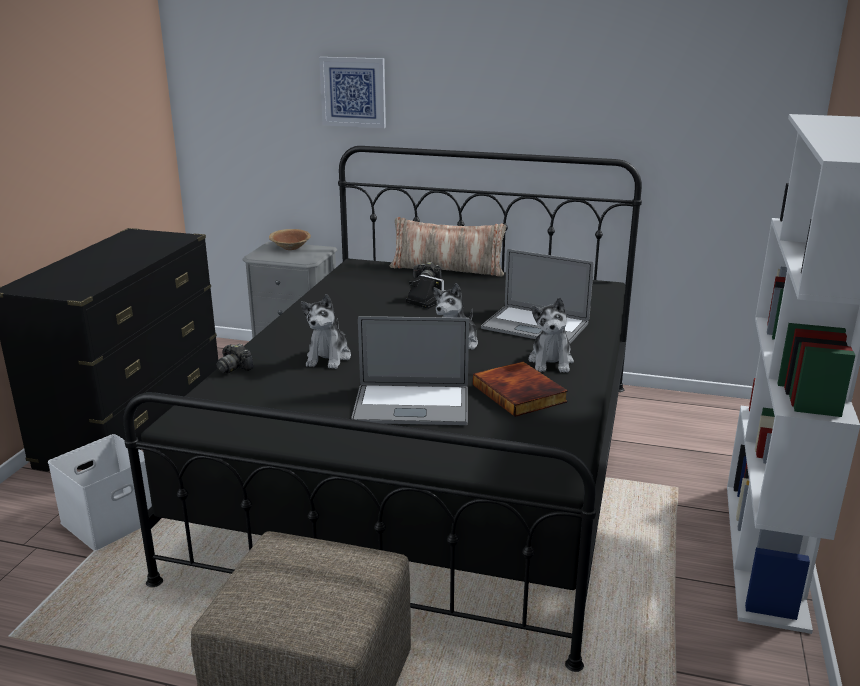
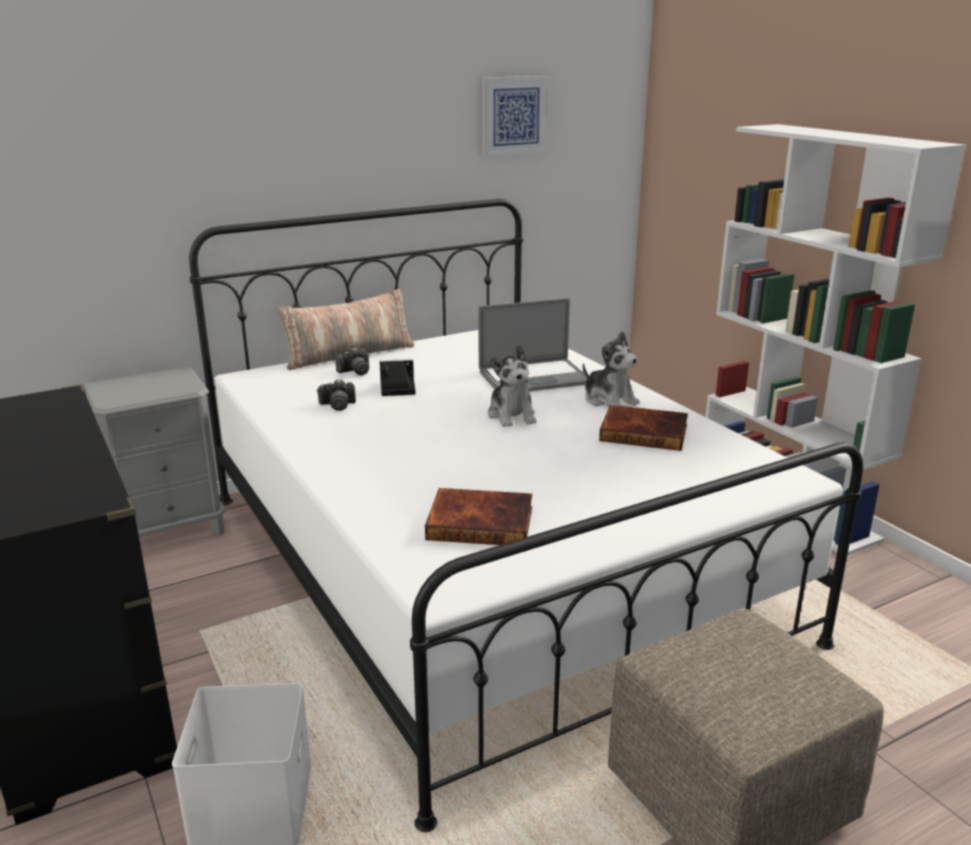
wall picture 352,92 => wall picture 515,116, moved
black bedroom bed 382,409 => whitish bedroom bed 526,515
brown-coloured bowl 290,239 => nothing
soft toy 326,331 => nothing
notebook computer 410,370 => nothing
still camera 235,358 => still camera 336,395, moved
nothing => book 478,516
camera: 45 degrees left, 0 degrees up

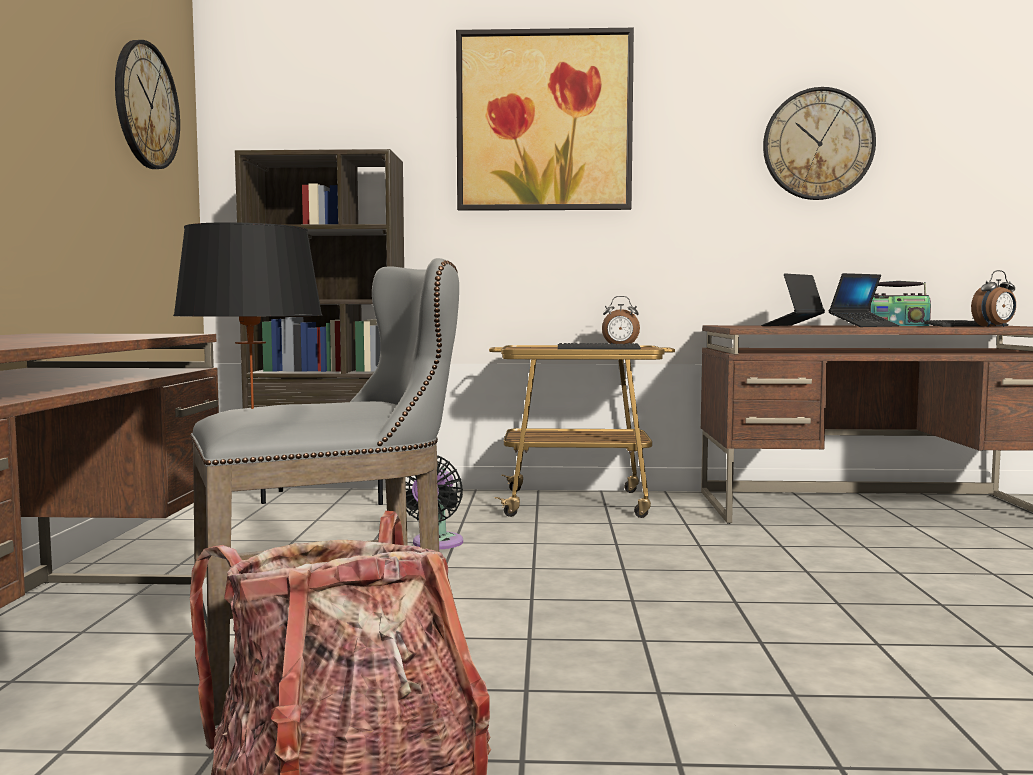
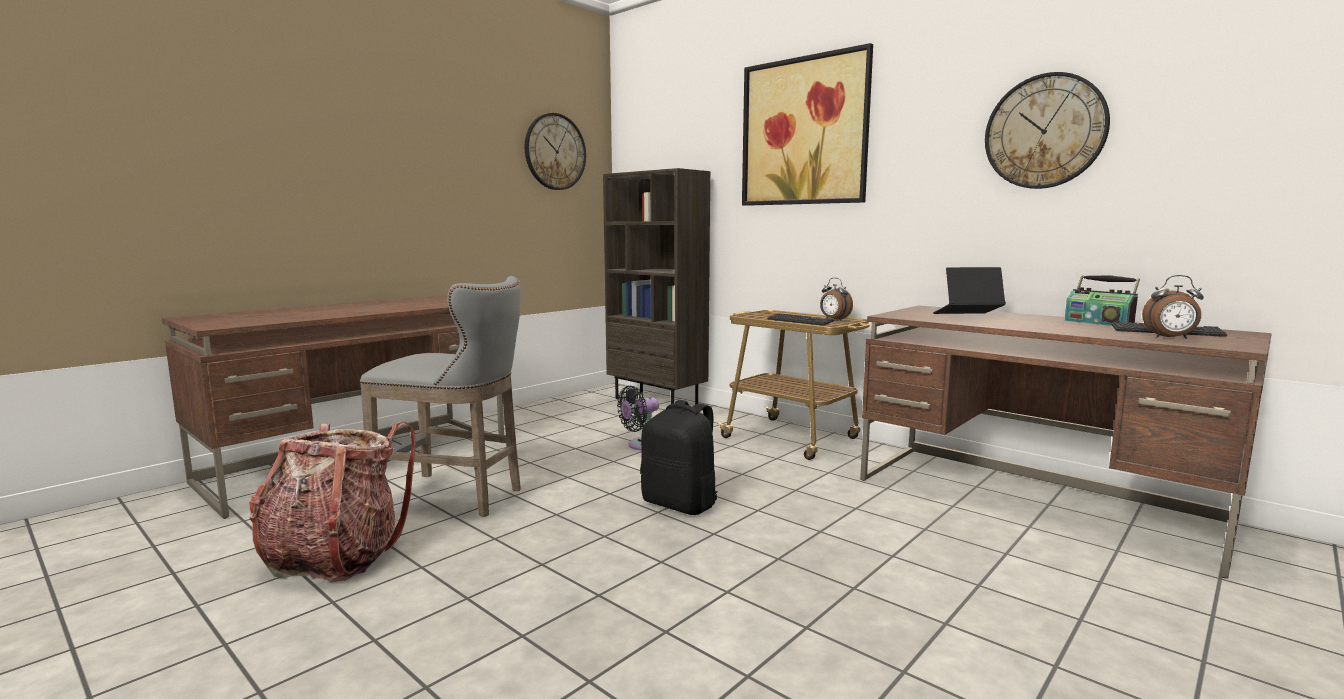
black table lamp 248,315 => nothing
notebook computer 863,300 => nothing
nothing => black rucksack 678,457
camera: 40 degrees right, 5 degrees up

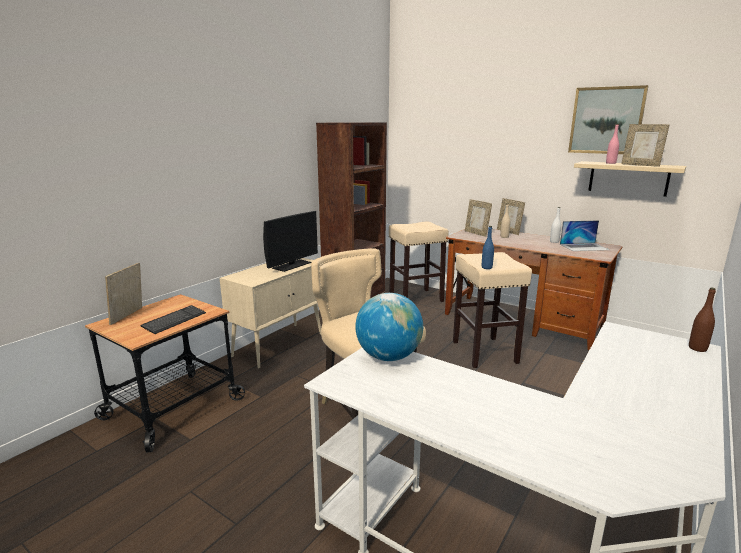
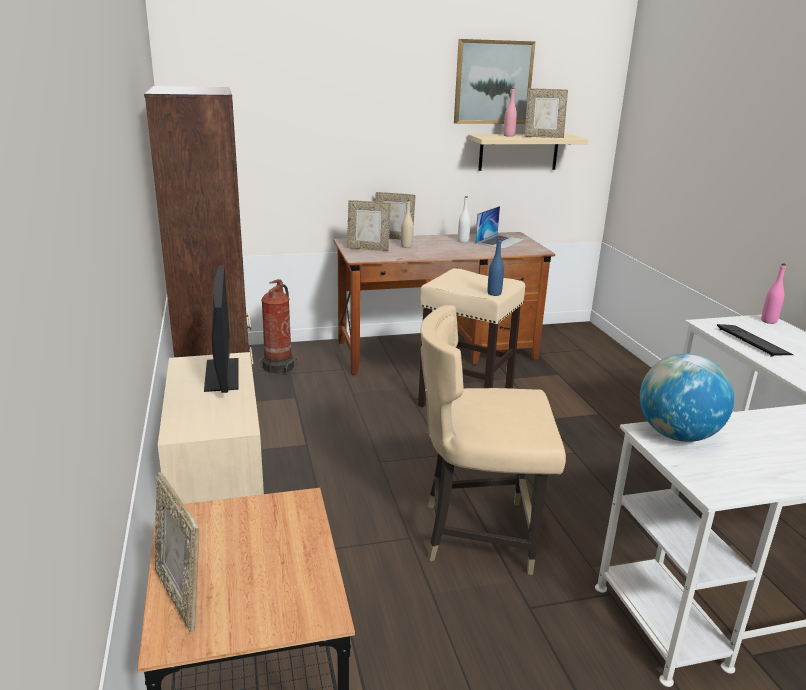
beige-coloured stool seat 419,262 => fire extinguisher 277,327
brown-coloured drink bottle 702,319 => pink-coloured drink bottle 773,293
computer keyboard 173,319 => computer keyboard 755,340, moved
camera: 50 degrees left, 5 degrees up

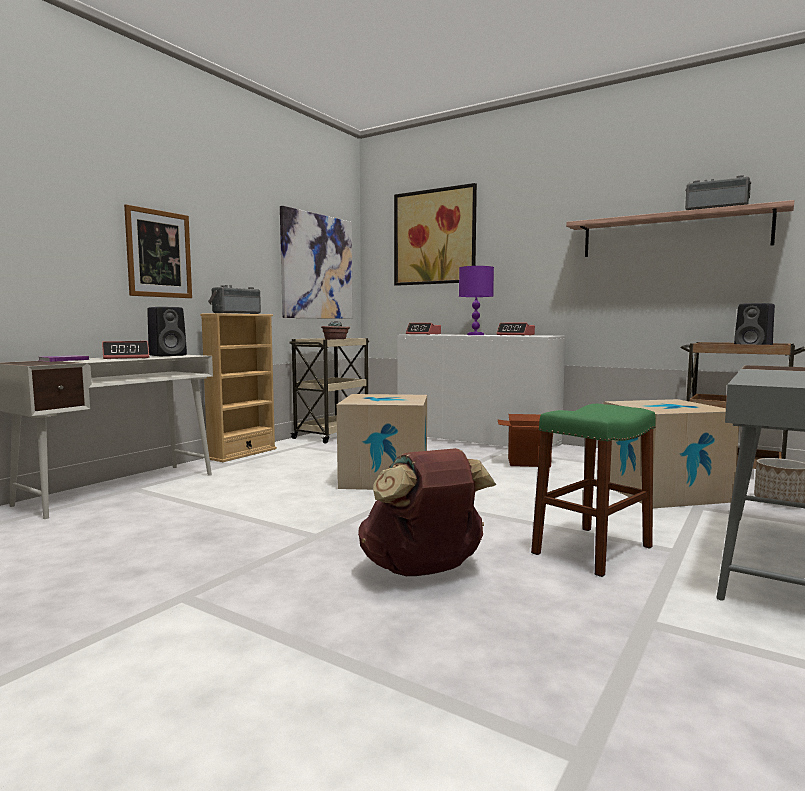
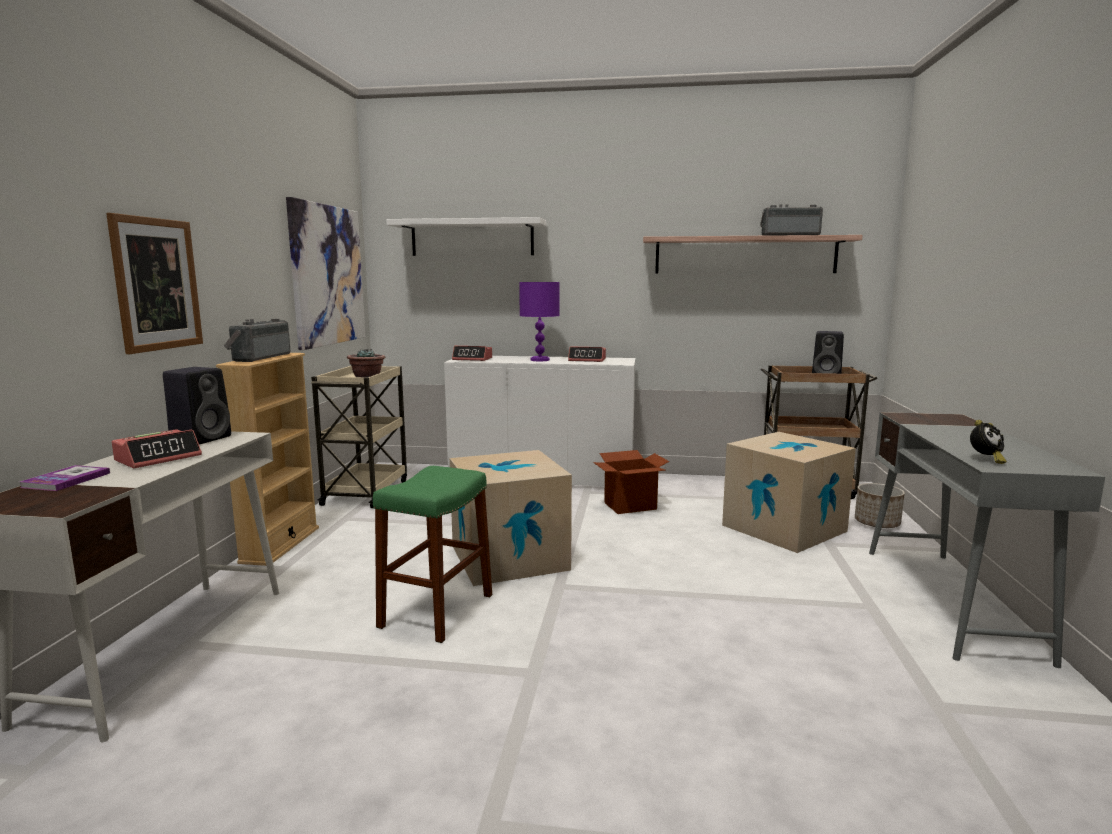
wall picture 435,234 => whitish wall shelf 466,236
green stool seat 593,490 => green stool seat 432,554, moved
brown-coloured rucksack 427,512 => nothing
nothing => bedside clock 988,442
camera: 25 degrees left, 5 degrees up

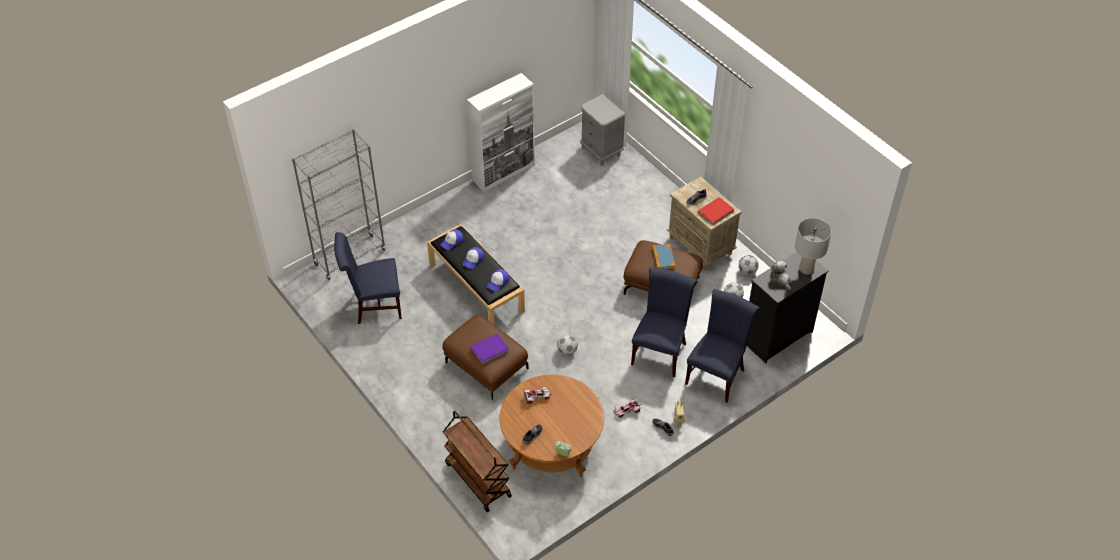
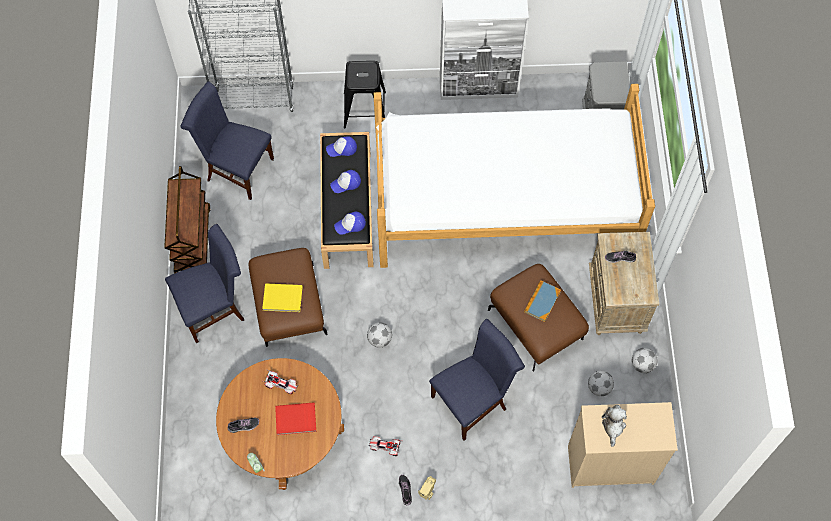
red book 716,211 => red book 295,419, moved
gray table lamp 813,246 => nothing
black dresser 787,307 => beige-coloured dresser 623,445
blue chair 722,345 => blue chair 204,283, moved
purple book 489,349 => yellowish book 282,297
brown-coloured trolley 477,461 => brown-coloured trolley 187,220, moved
nothing => black stool seat 365,94
nothing => bedroom bed 514,176
camera: 35 degrees right, 15 degrees up

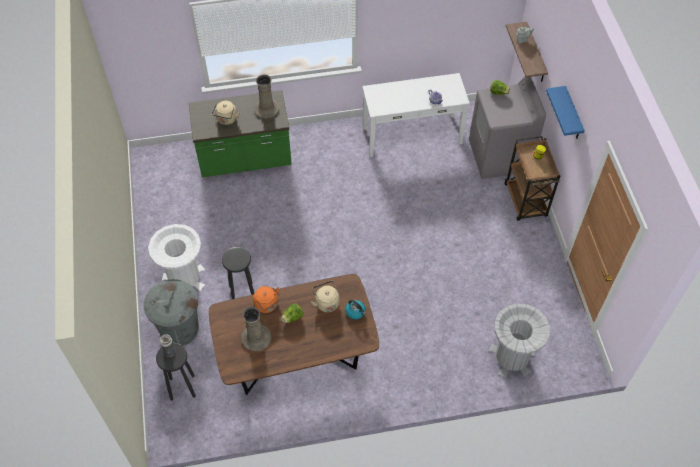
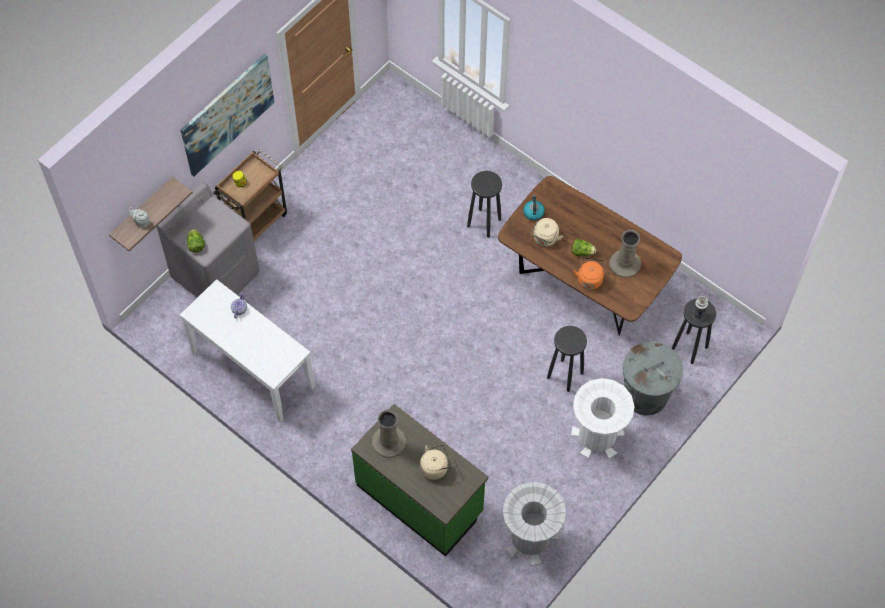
blue wall shelf 565,112 => wall picture 227,115
gray rubbish bin 519,340 => gray rubbish bin 534,523, moved
nothing => black stool seat 484,204
camera: 130 degrees left, 5 degrees up

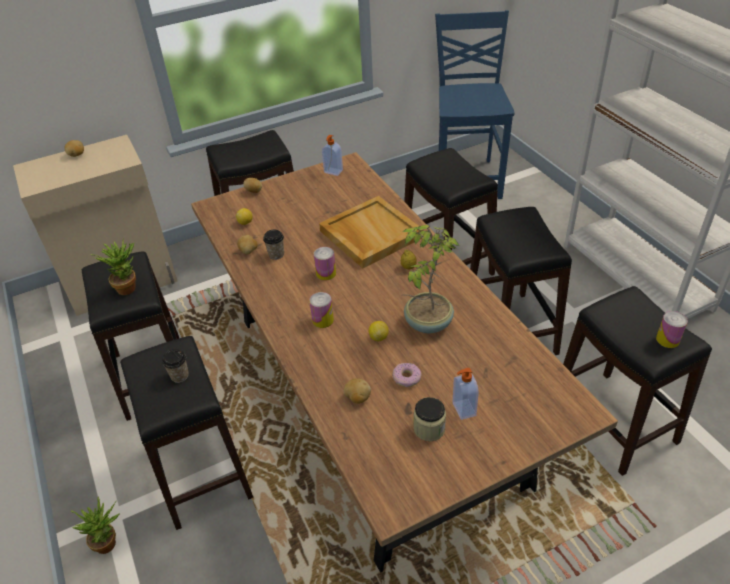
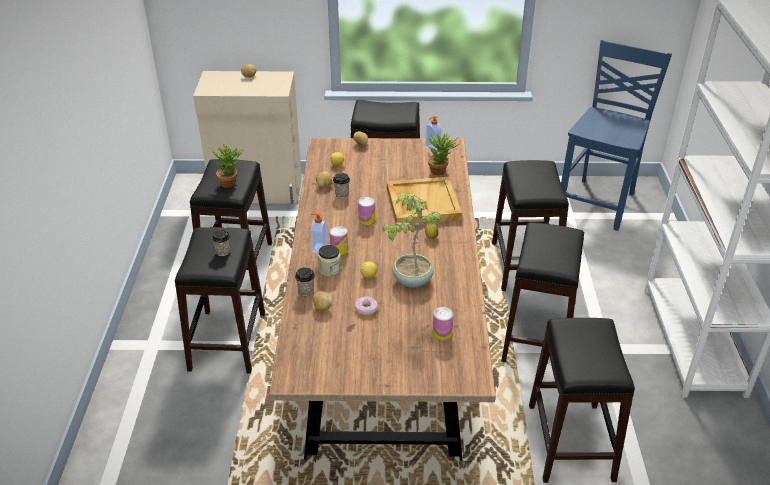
metal can 672,329 => metal can 443,323, moved
liquid soap bottle 465,394 => liquid soap bottle 319,233, moved
storage jar 430,419 => storage jar 329,260, moved
plant in a pot 95,525 => plant in a pot 443,153, moved
nothing => cup 305,281
camera: 25 degrees right, 5 degrees down

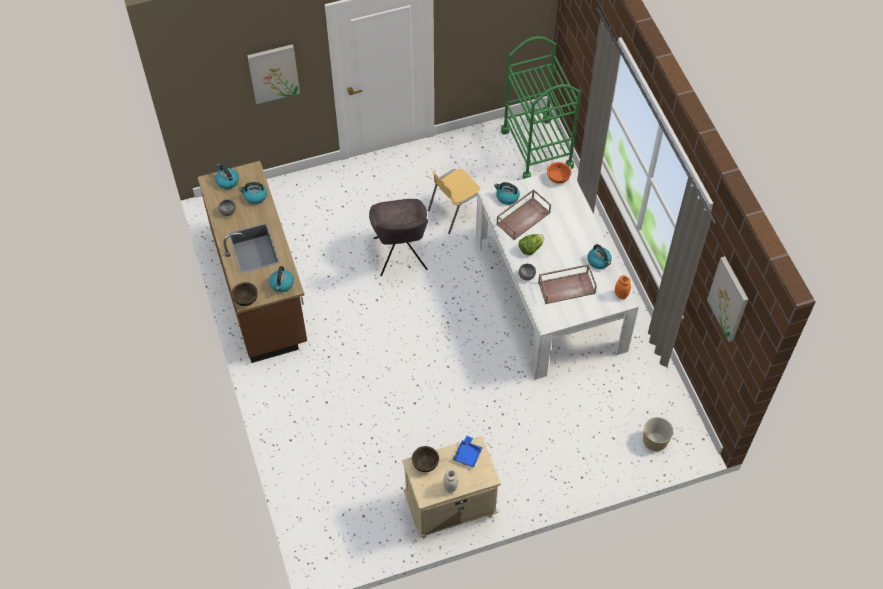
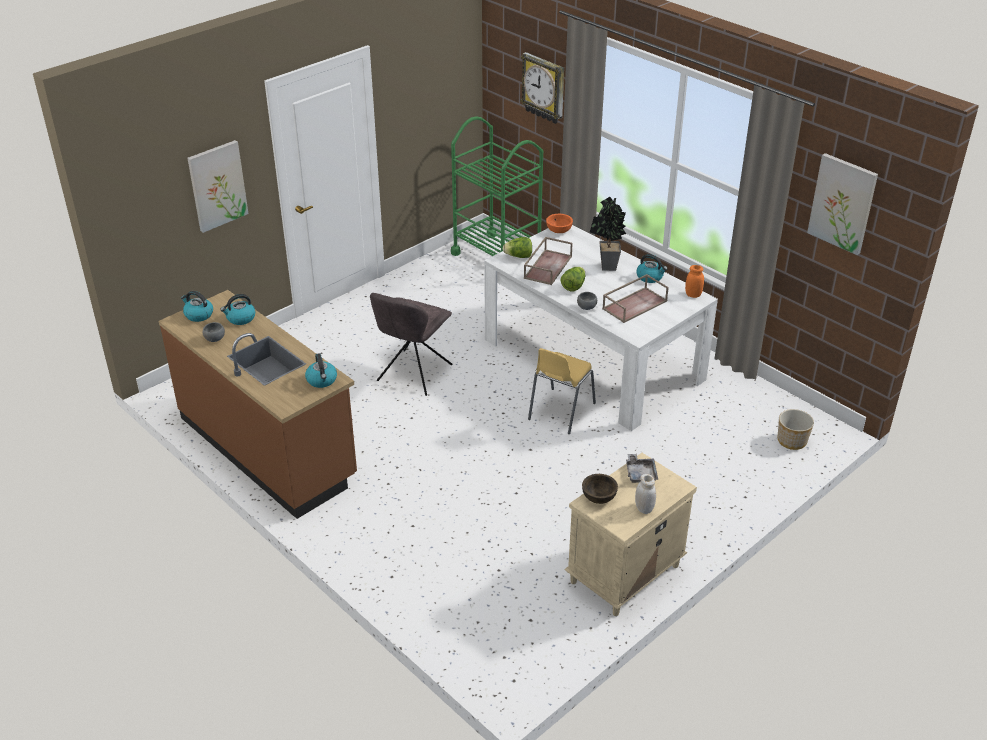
yellowish chair 454,201 => yellowish chair 562,391, moved
water kettle 507,193 => lettuce 517,247
gray chair 398,237 => gray chair 411,344, 60 degrees clockwise
brown-coloured bowl 244,294 => nothing
blue tray 467,451 => gray tray 642,468
nothing => clock on the wall 542,88
nothing => plant in a pot 608,234
camera: 25 degrees left, 20 degrees down

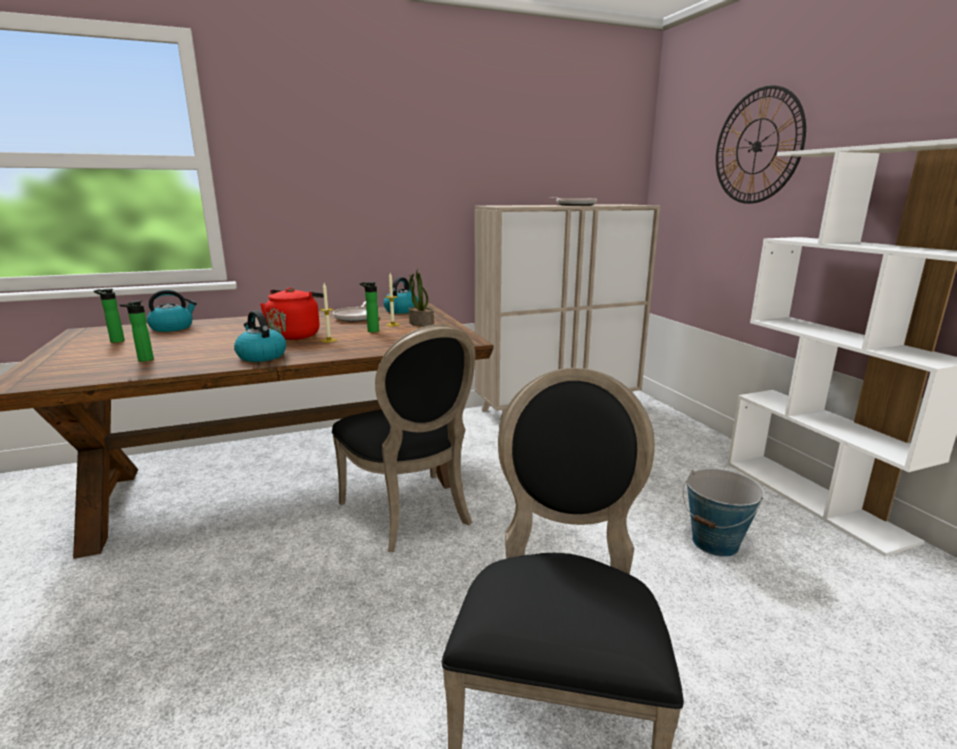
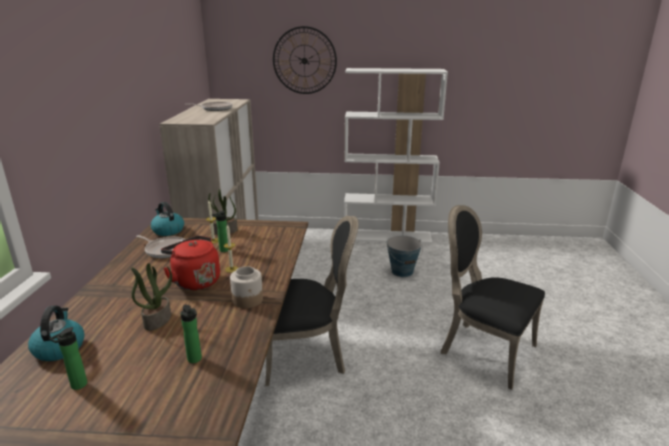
water kettle 260,336 => storage jar 246,287
nothing => plant in a pot 151,297
camera: 65 degrees left, 5 degrees up

